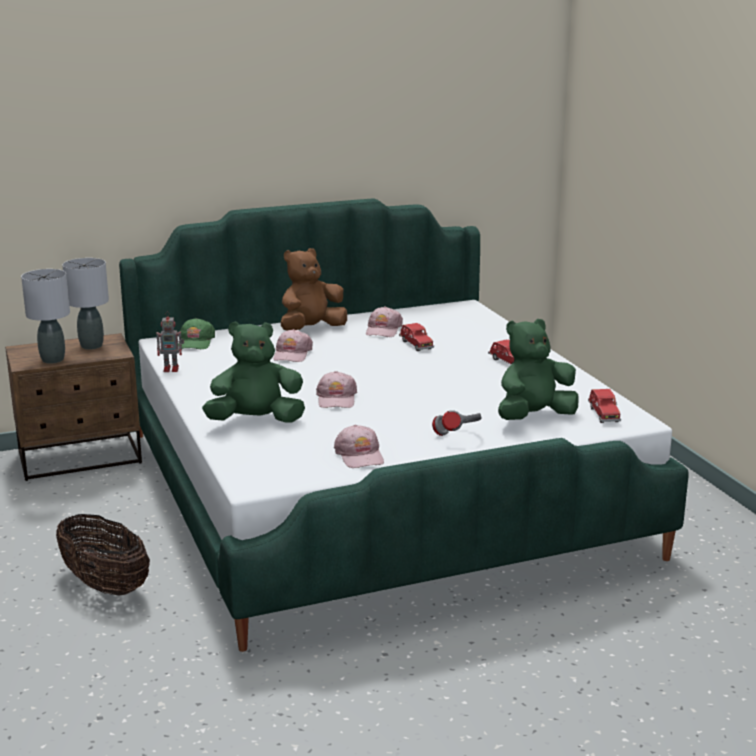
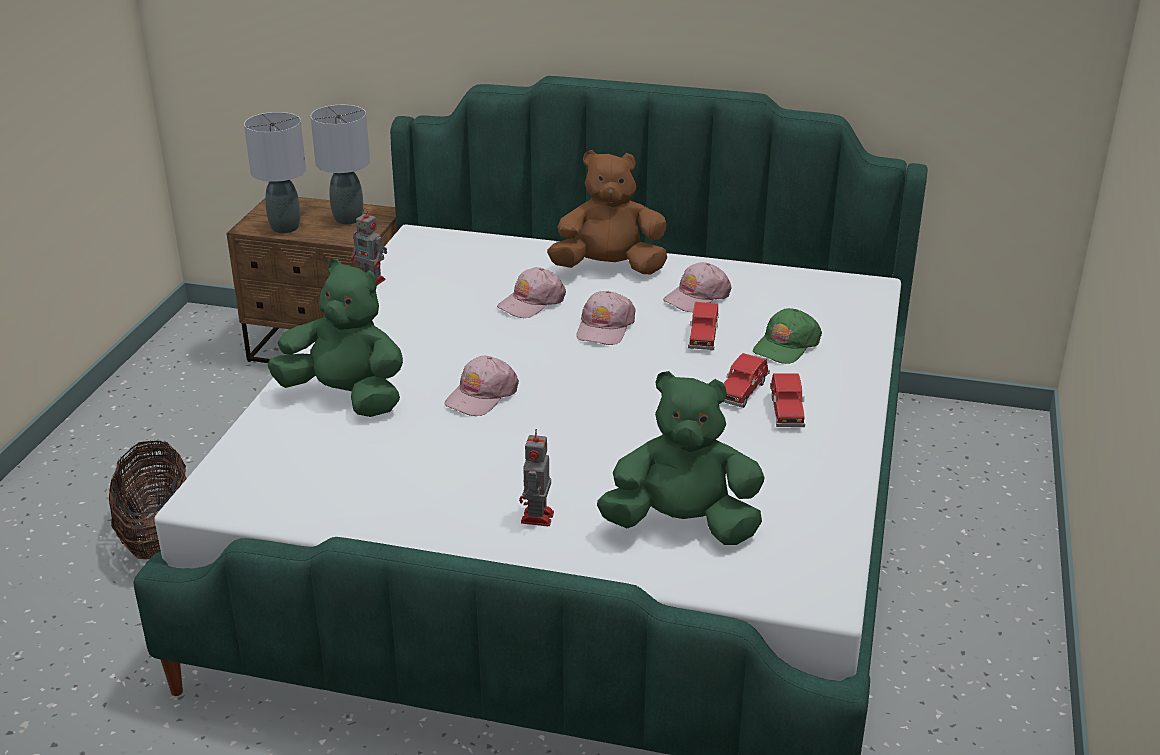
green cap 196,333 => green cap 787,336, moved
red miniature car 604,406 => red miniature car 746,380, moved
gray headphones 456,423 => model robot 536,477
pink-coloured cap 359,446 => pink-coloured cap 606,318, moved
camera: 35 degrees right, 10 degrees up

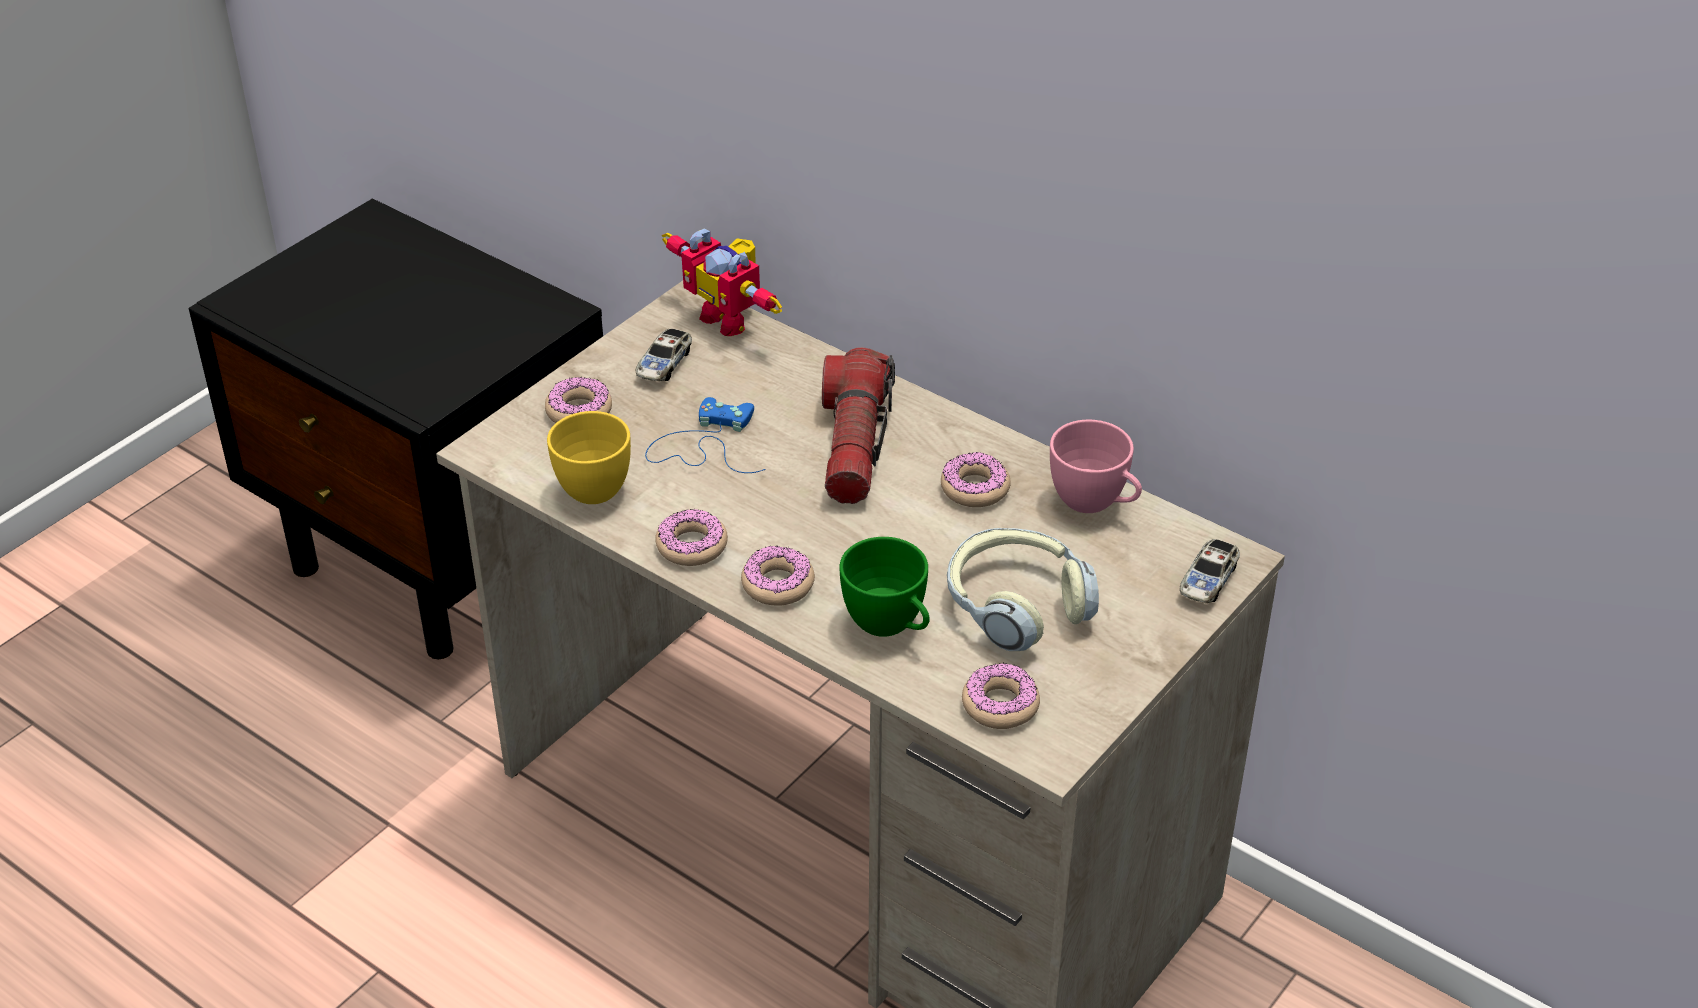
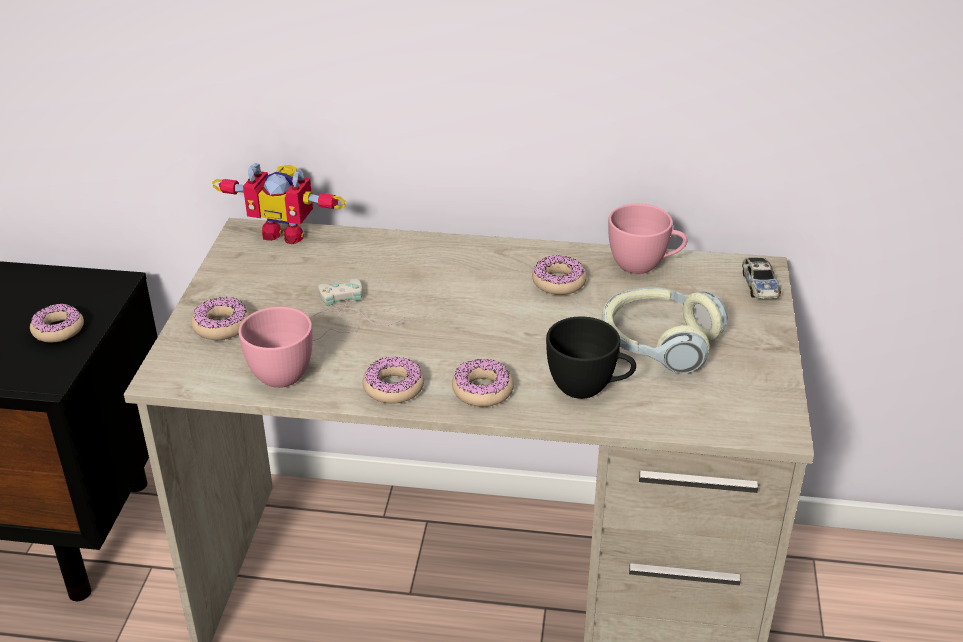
miniature car 664,355 => nothing
hand torch 858,425 => nothing
blue joypad 705,435 => whitish joypad 357,309
yellowish cup 589,457 => pink-coloured cup 275,347
green cup 885,587 => black cup 591,358
doughnut 1001,696 => doughnut 57,322, moved
camera: 30 degrees left, 5 degrees down

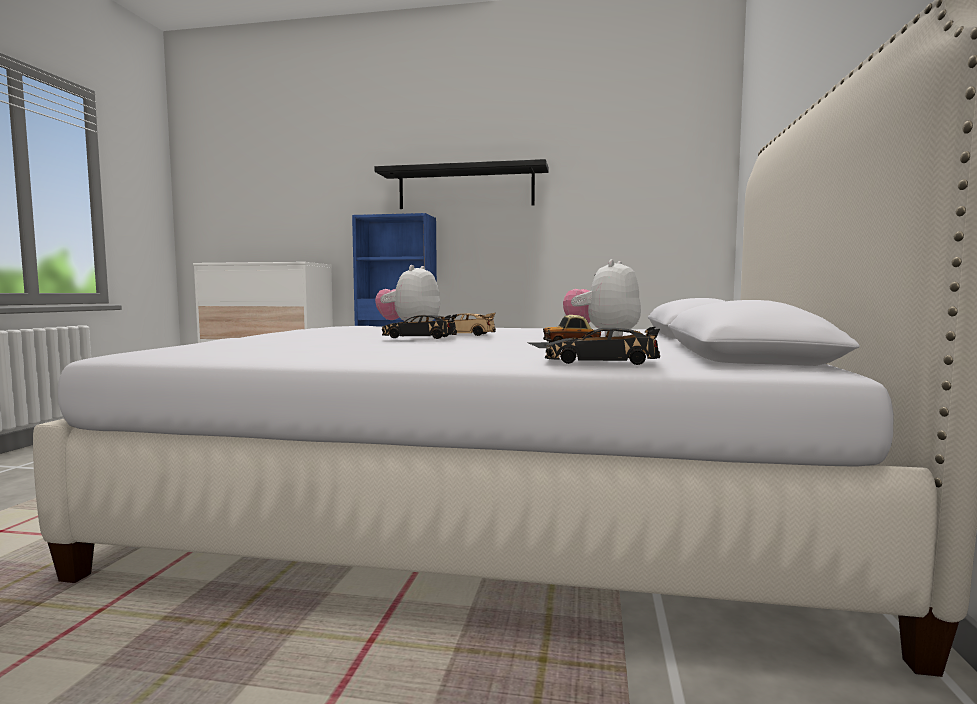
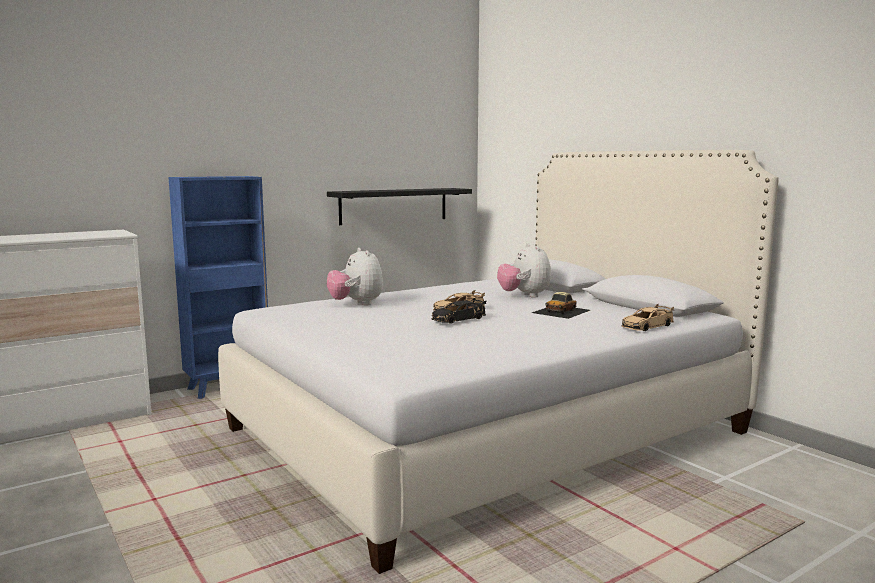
black wall shelf 461,184 => black wall shelf 399,206, moved
black miniature car 602,346 => beige-coloured miniature car 647,317
camera: 45 degrees left, 5 degrees up

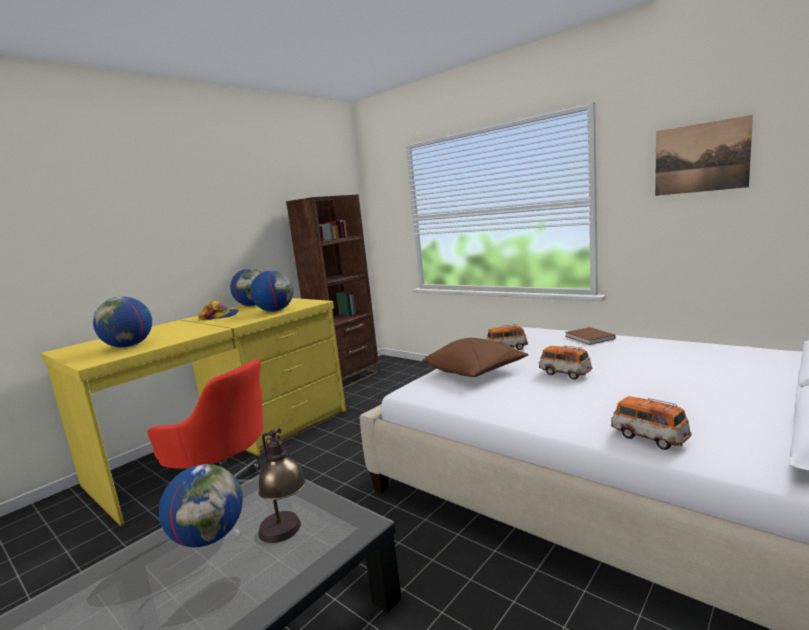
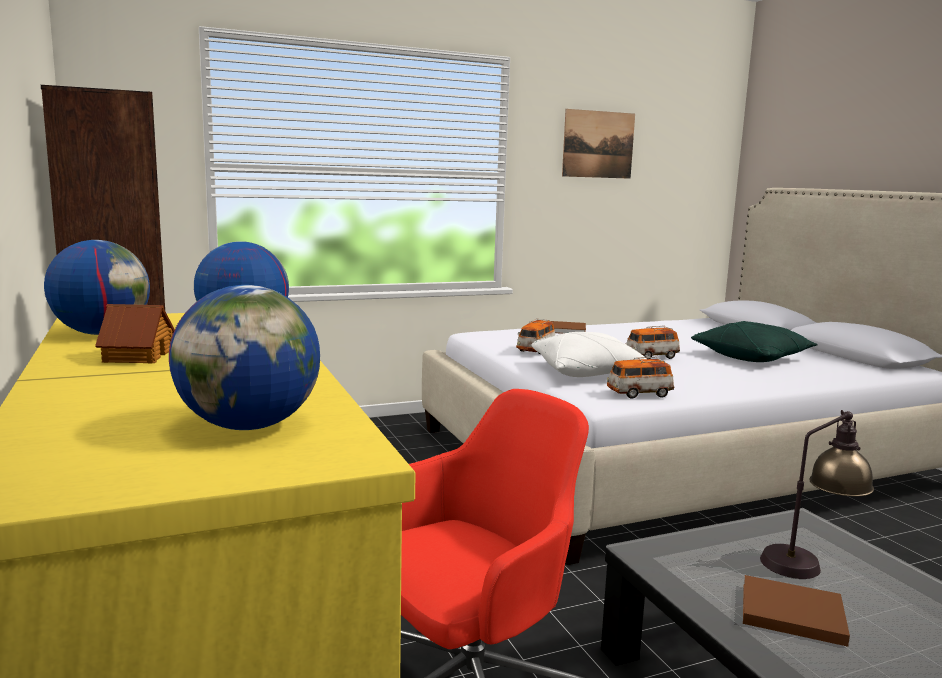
cap 218,310 => toy house 135,334
brown-coloured throw pillow 475,357 => whitish throw pillow 589,354
miniature car 651,423 => miniature car 641,378, moved
globe 201,505 => brown-coloured book 796,611
nothing => green throw pillow 754,341
camera: 65 degrees left, 0 degrees up

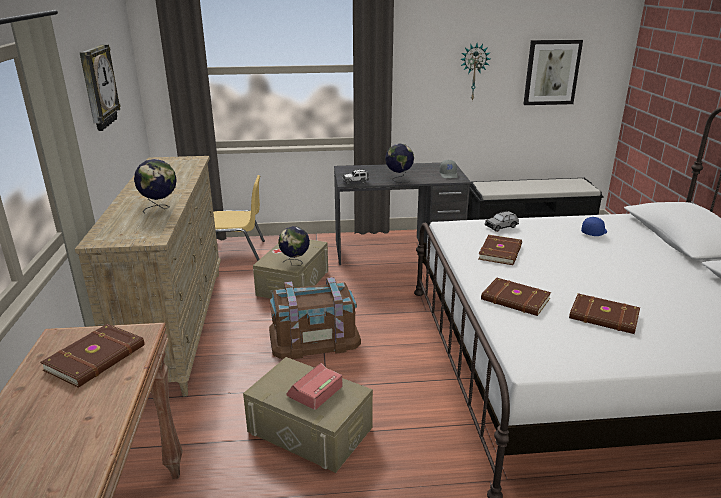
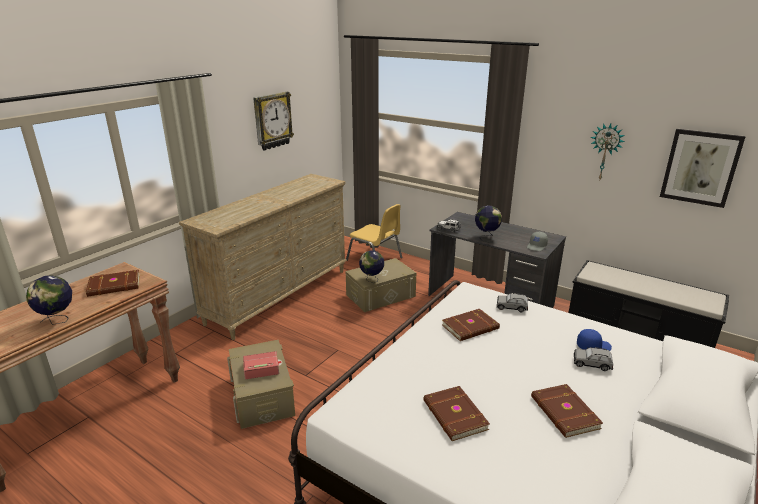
globe 155,186 => globe 49,300, moved
brown-coloured storage bin 315,318 => nothing
brown-coloured book 516,297 => brown-coloured book 567,411, moved
nothing => gray miniature car 593,359
camera: 40 degrees right, 0 degrees up

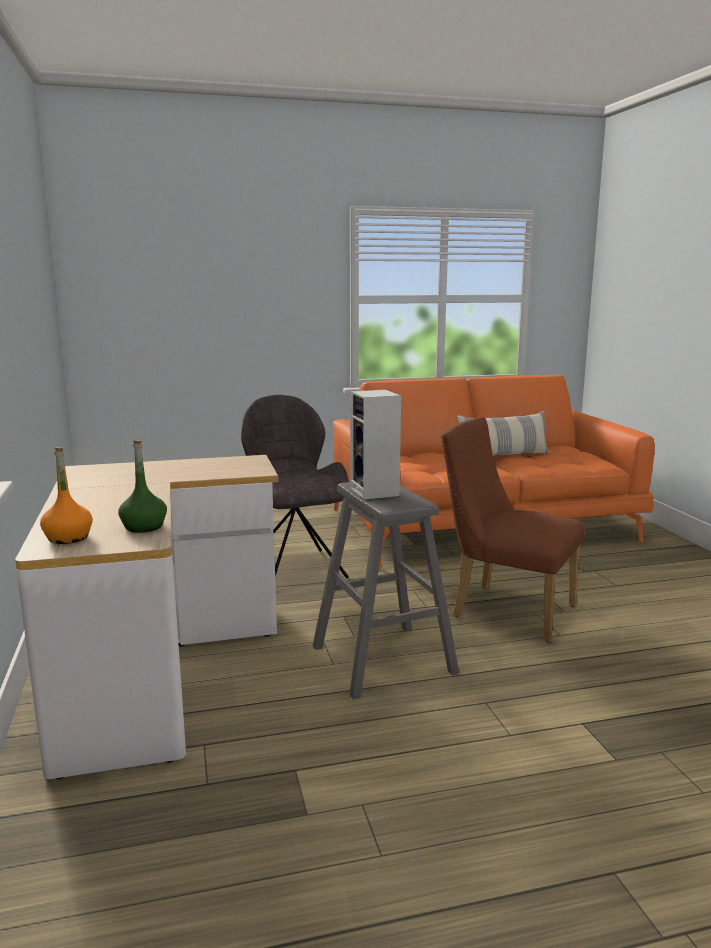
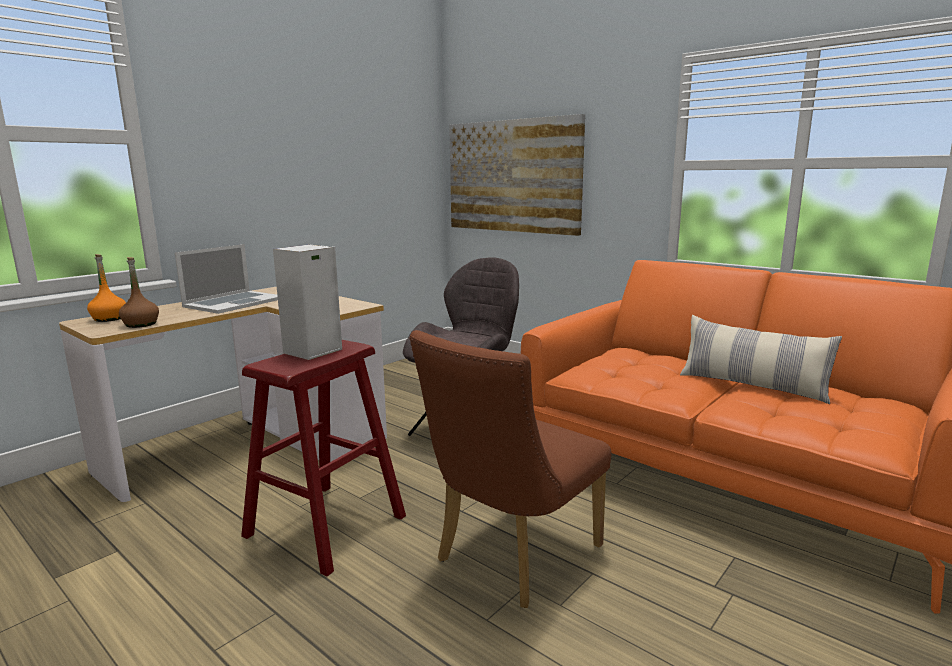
brown-coloured chair 513,529 => brown-coloured chair 510,469, 135 degrees counterclockwise
green drink bottle 142,486 => brown-coloured drink bottle 139,292
gray stool seat 385,590 => red stool seat 323,458
nothing => wall picture 517,175
nothing => notebook computer 226,279
camera: 55 degrees right, 0 degrees up

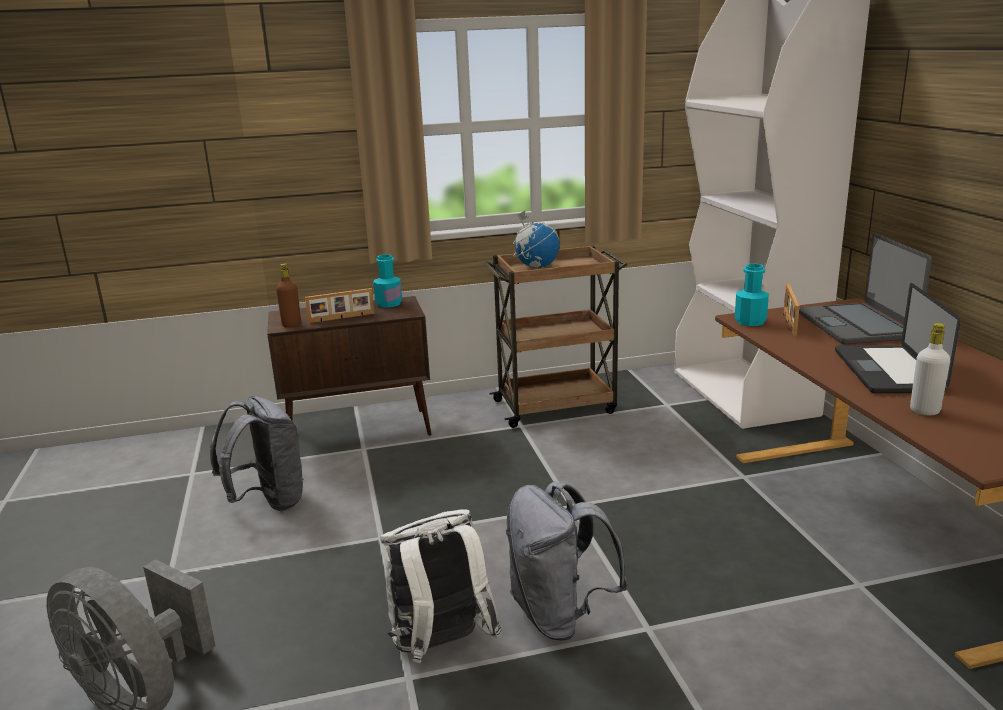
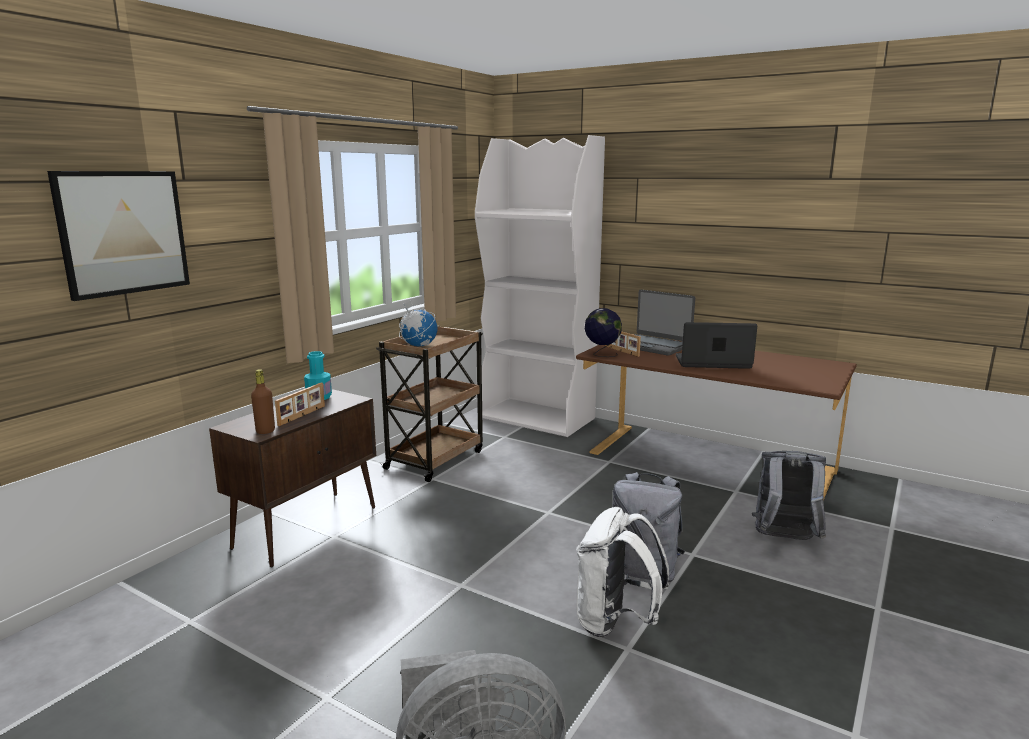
turquoise drink bottle 752,295 => globe 603,332
notebook computer 898,338 => notebook computer 716,345, 135 degrees clockwise
whitish drink bottle 930,369 => nothing
gray rucksack 257,453 => gray rucksack 789,495, moved
nothing => wall picture 118,236
camera: 45 degrees left, 5 degrees down

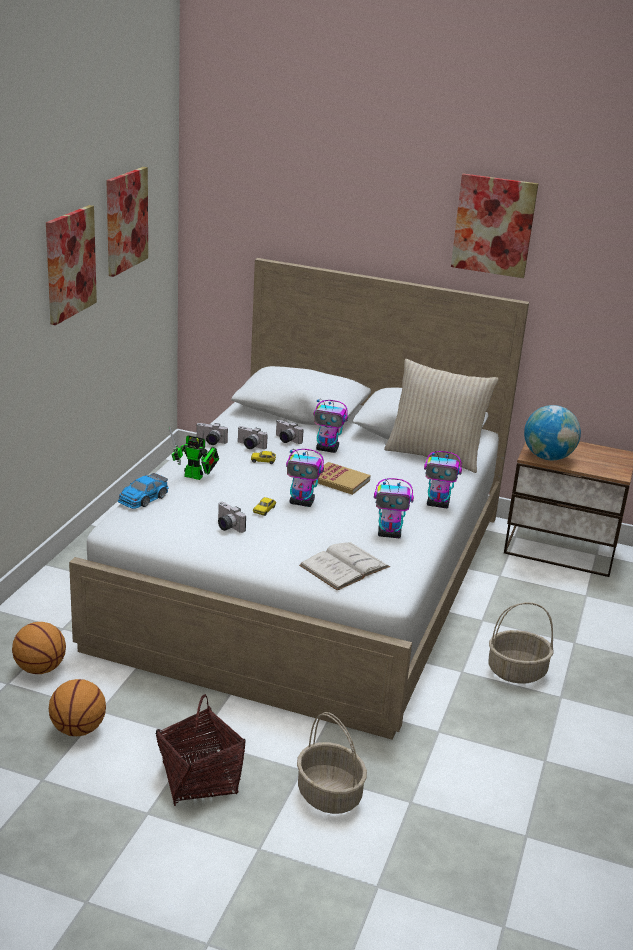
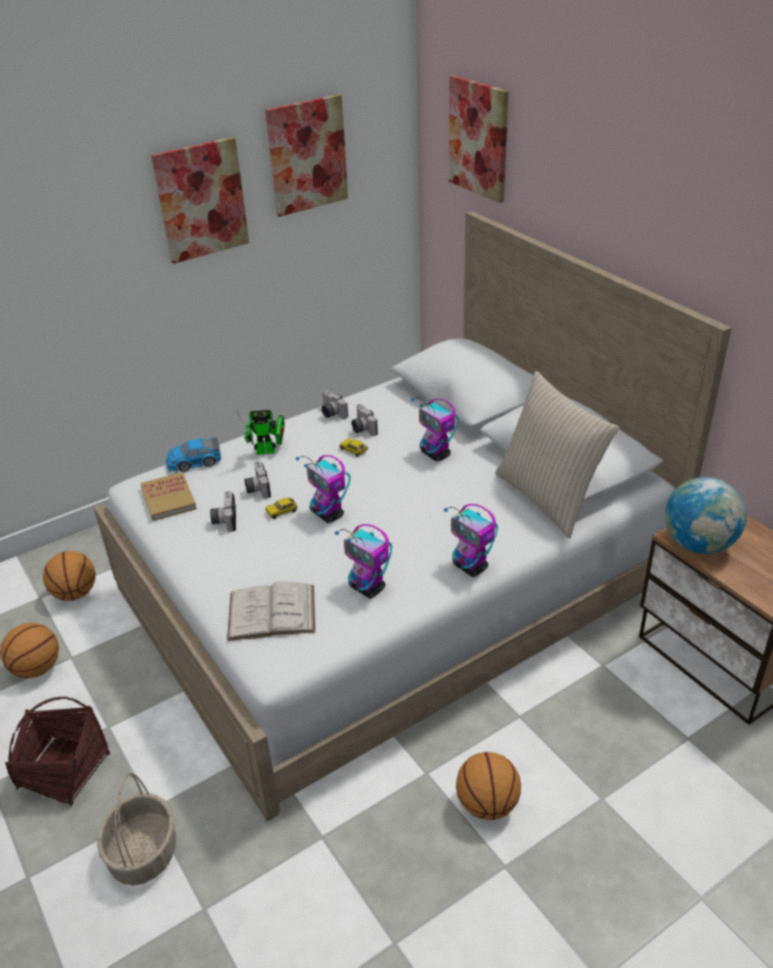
wall picture 494,225 => wall picture 479,139, moved
still camera 290,432 => still camera 257,480, moved
model robot 194,453 => model robot 261,432, 60 degrees counterclockwise
book 342,478 => book 168,496, moved
household basket 521,643 => basketball 488,786
camera: 40 degrees right, 10 degrees up

